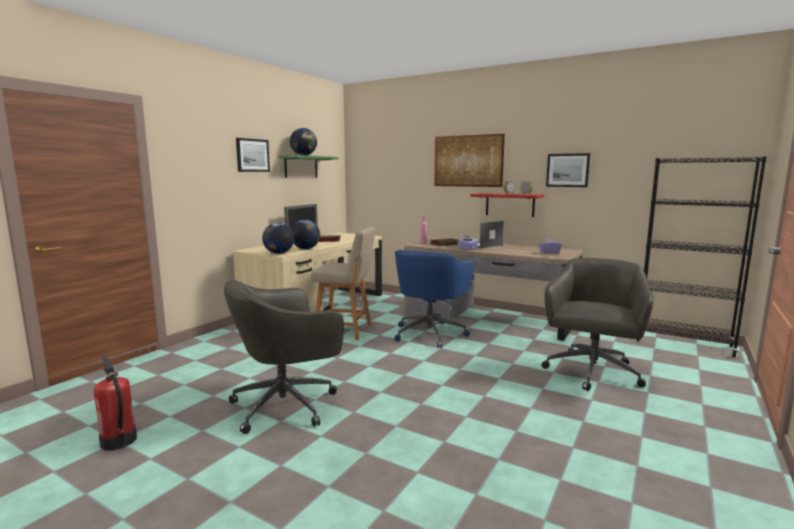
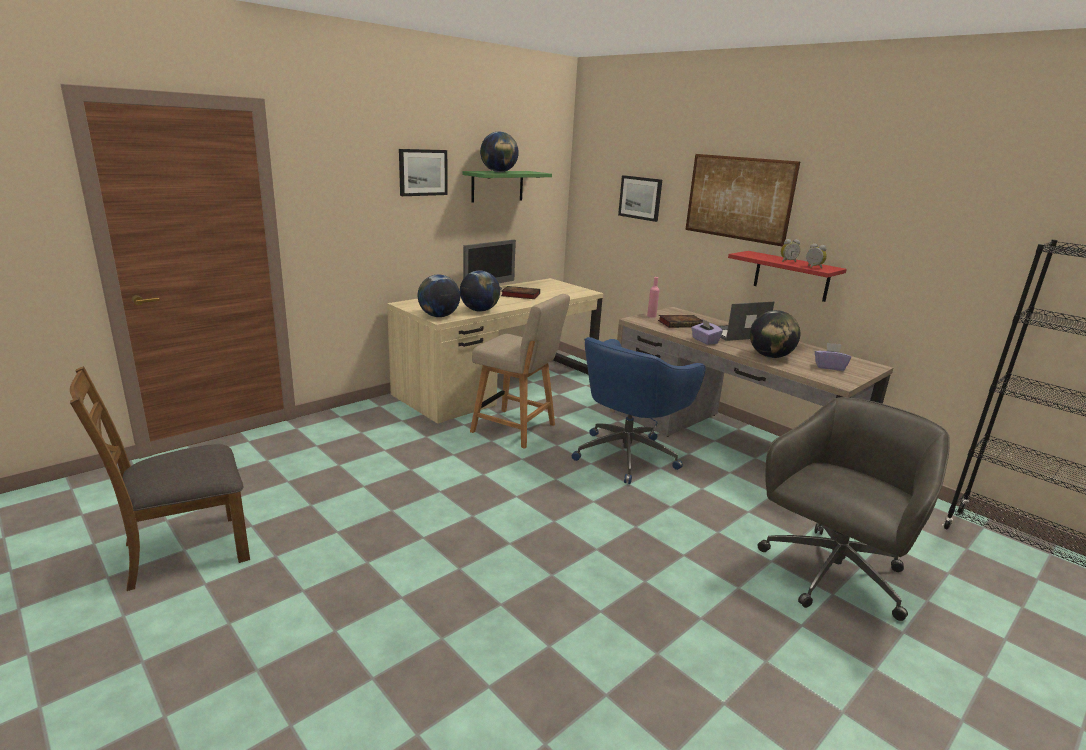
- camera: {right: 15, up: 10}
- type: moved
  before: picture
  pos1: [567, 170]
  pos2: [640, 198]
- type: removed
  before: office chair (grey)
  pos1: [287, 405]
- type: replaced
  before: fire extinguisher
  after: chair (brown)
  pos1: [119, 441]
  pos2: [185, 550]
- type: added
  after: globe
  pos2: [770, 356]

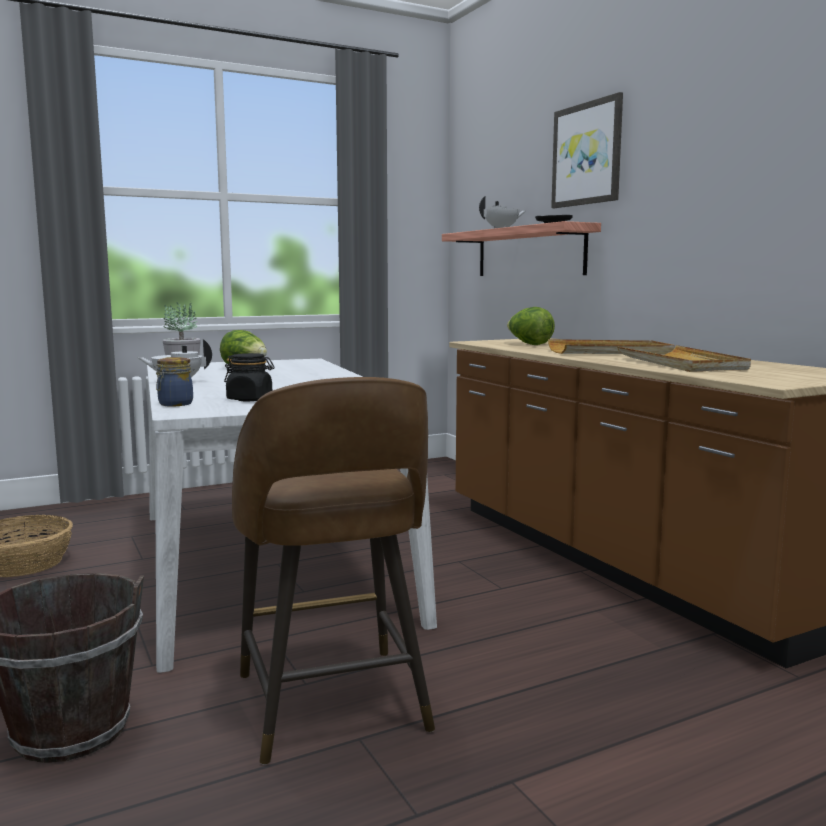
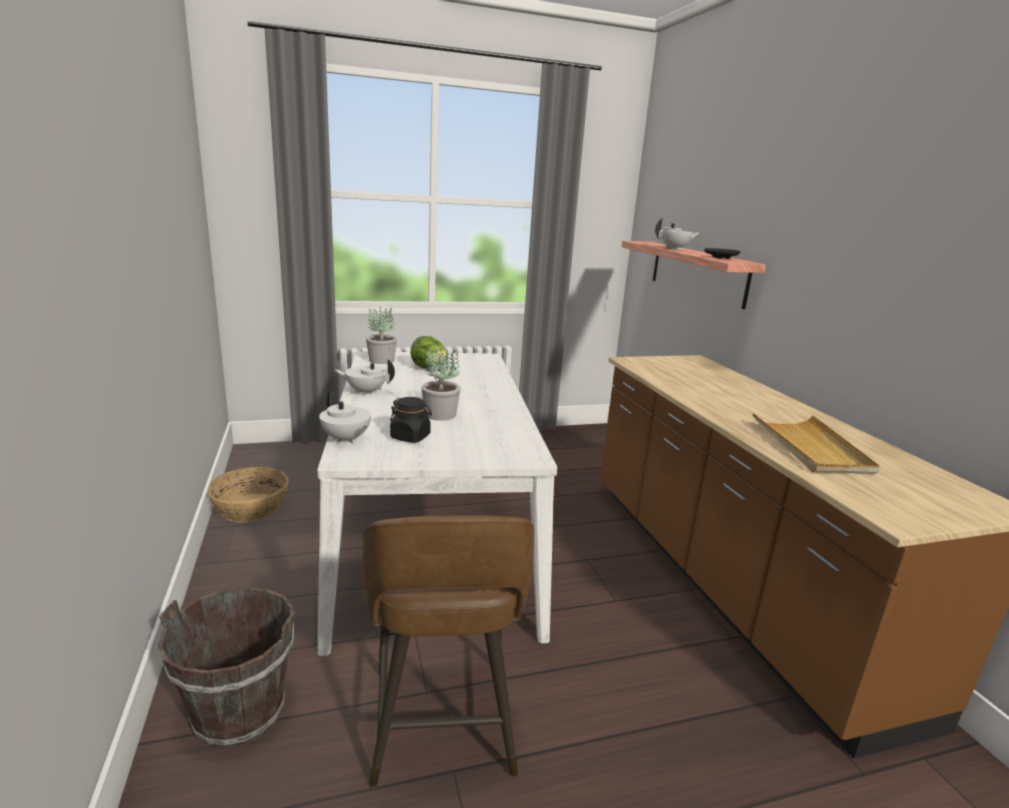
- camera: {right: 10, up: 10}
- type: removed
  before: picture
  pos1: [587, 154]
- type: removed
  before: lettuce
  pos1: [529, 344]
- type: removed
  before: tray (beige)
  pos1: [610, 352]
- type: replaced
  before: jar
  after: teapot (white)
  pos1: [174, 404]
  pos2: [346, 439]
- type: added
  after: potted plant
  pos2: [440, 415]

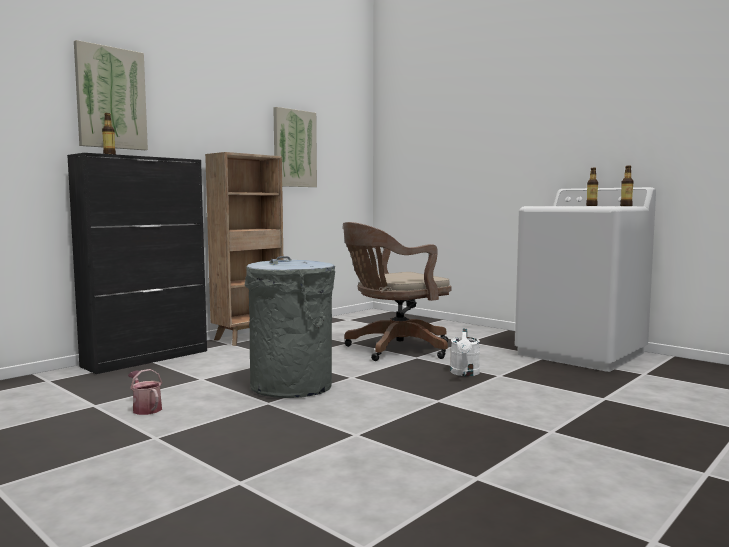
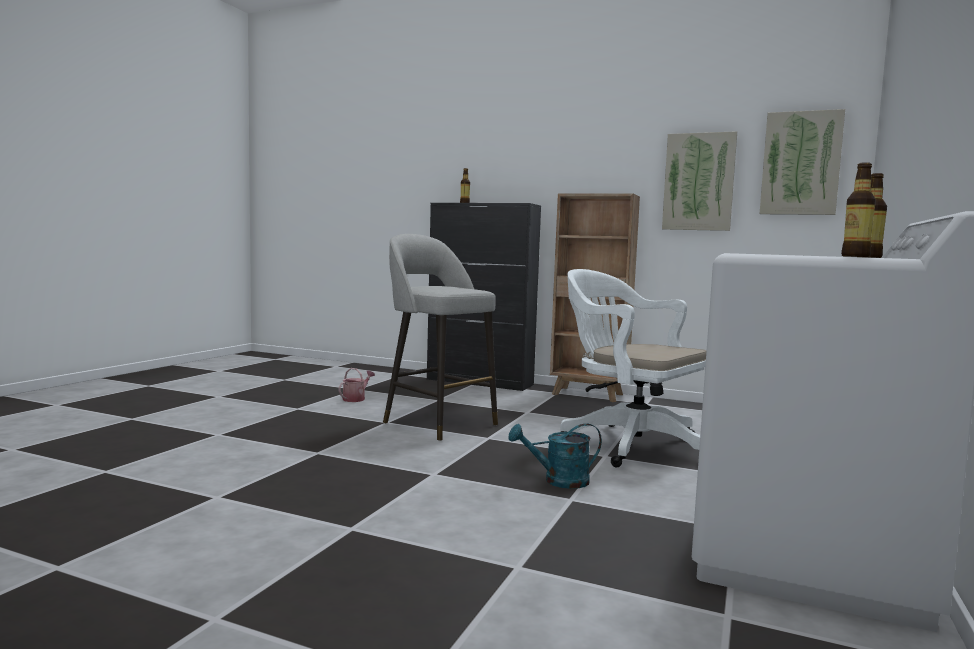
- camera: {right: 70, up: 0}
- type: moved
  before: picture
  pos1: [111, 98]
  pos2: [800, 163]
- type: recoloured
  before: office chair (brown)
  after: office chair (white)
  pos1: [394, 349]
  pos2: [628, 444]
- type: replaced
  before: trash can (grey)
  after: stool (grey)
  pos1: [291, 386]
  pos2: [438, 423]
- type: recoloured
  before: watering can (white)
  after: watering can (turquoise)
  pos1: [465, 373]
  pos2: [558, 481]

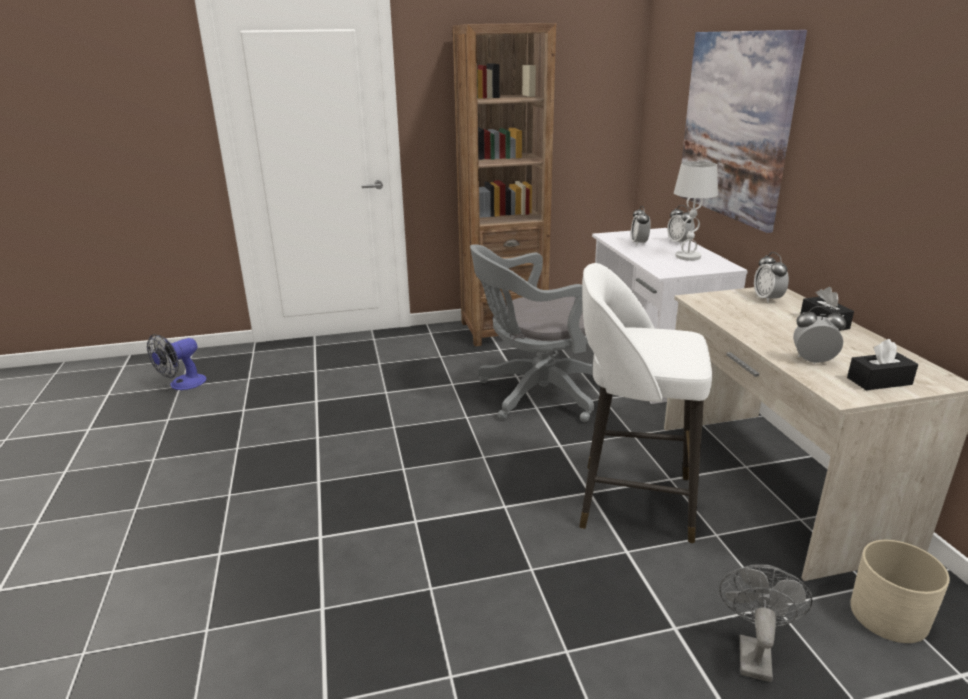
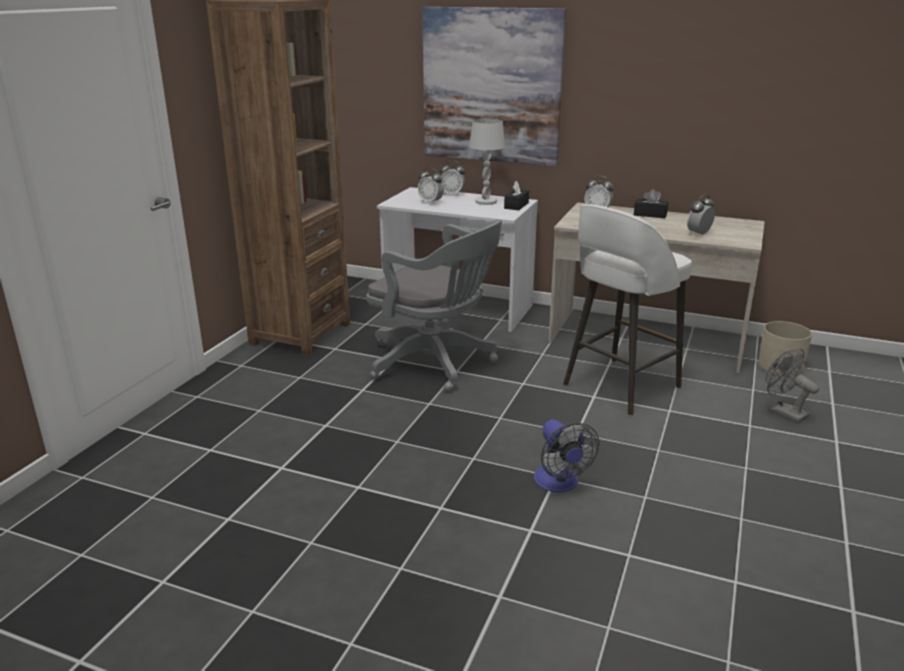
- camera: {right: -55, up: 0}
- type: turned
  before: office chair (grey)
  pos1: [536, 394]
  pos2: [436, 363]
  turn: -75
- type: moved
  before: fan
  pos1: [182, 385]
  pos2: [559, 483]
- type: moved
  before: tissue box (black)
  pos1: [879, 381]
  pos2: [516, 205]

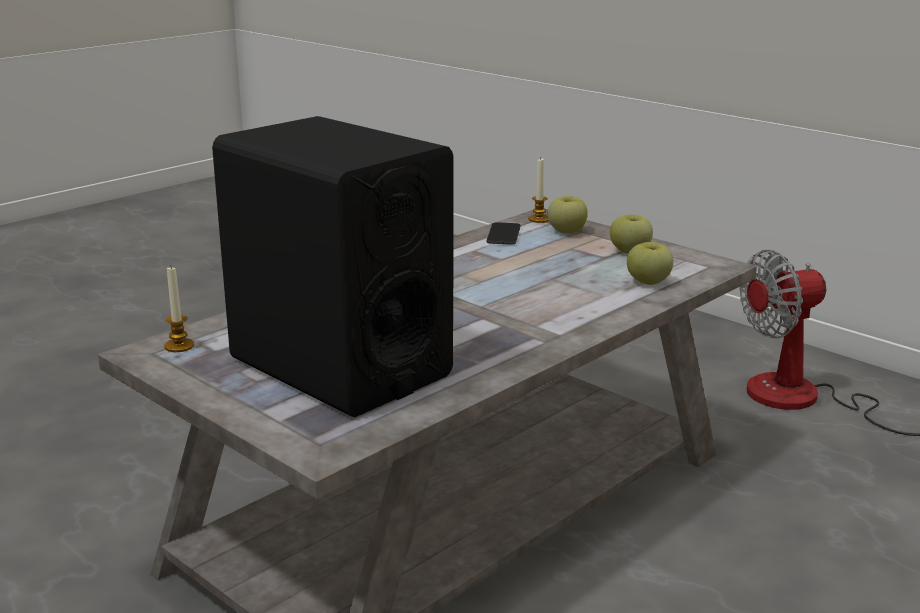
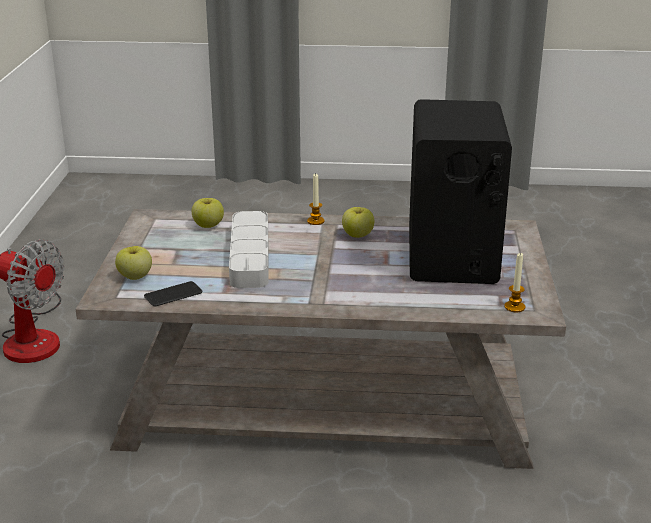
- camera: {right: -130, up: 5}
- type: moved
  before: candle
  pos1: [539, 219]
  pos2: [315, 221]
- type: moved
  before: apple
  pos1: [630, 251]
  pos2: [358, 235]
- type: added
  after: tray (grey)
  pos2: [250, 255]

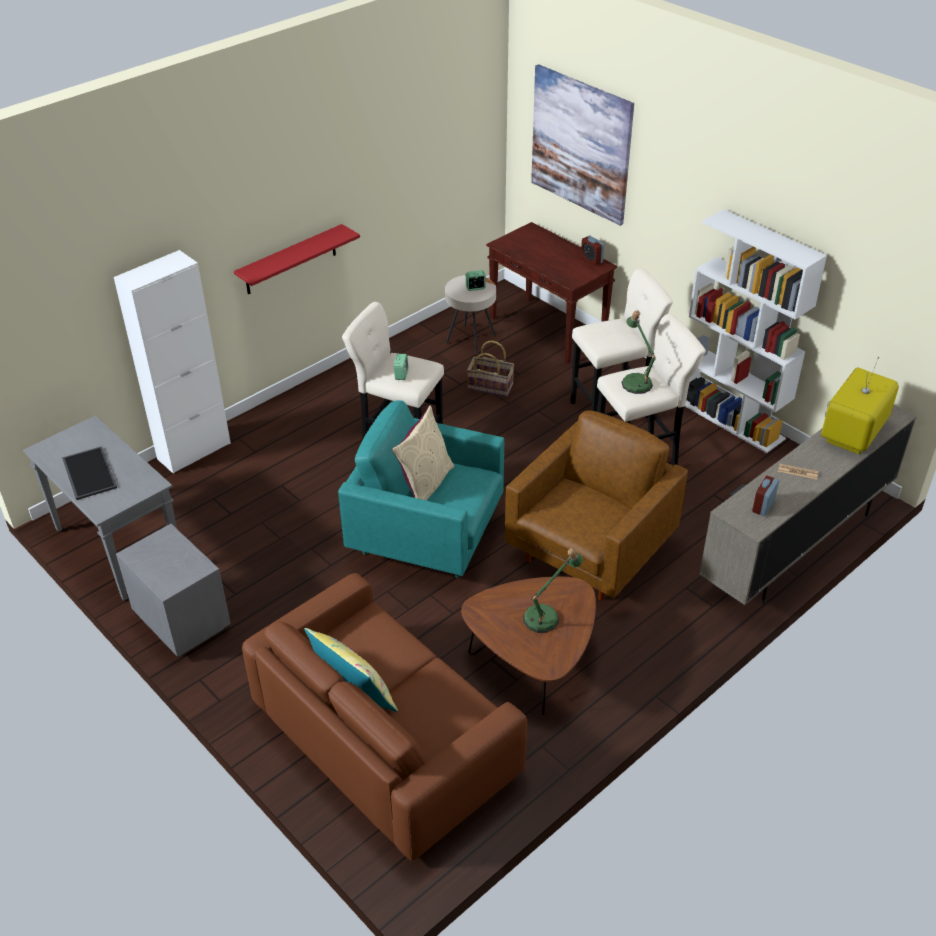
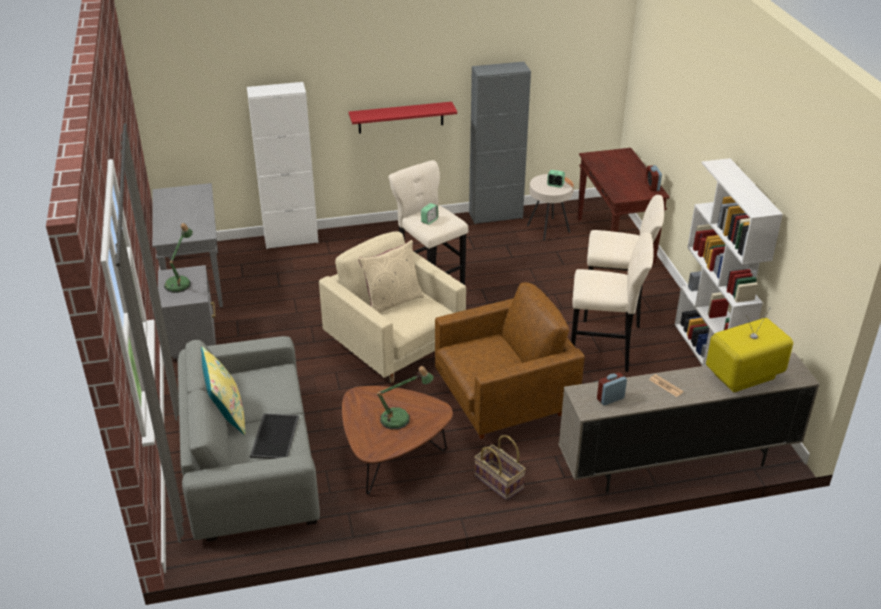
- camera: {right: 30, up: -5}
- type: removed
  before: picture
  pos1: [581, 144]
- type: moved
  before: table lamp
  pos1: [635, 381]
  pos2: [180, 282]
- type: moved
  before: basket
  pos1: [491, 386]
  pos2: [499, 482]
- type: recoloured
  before: armchair (turquoise)
  after: armchair (beige)
  pos1: [428, 536]
  pos2: [395, 348]
- type: moved
  before: tray
  pos1: [88, 473]
  pos2: [274, 436]
- type: recoloured
  before: sofa (brown)
  after: sofa (grey)
  pos1: [385, 738]
  pos2: [250, 461]
- type: added
  after: cabinet (grey)
  pos2: [495, 215]

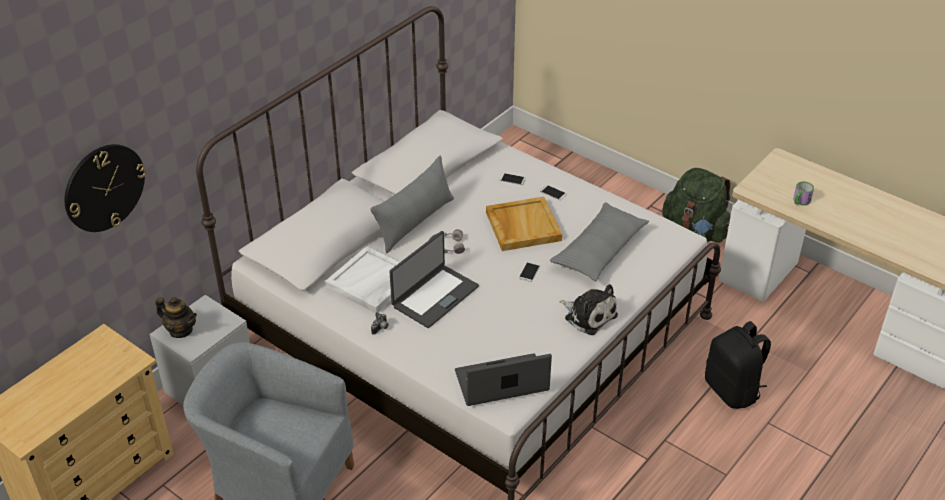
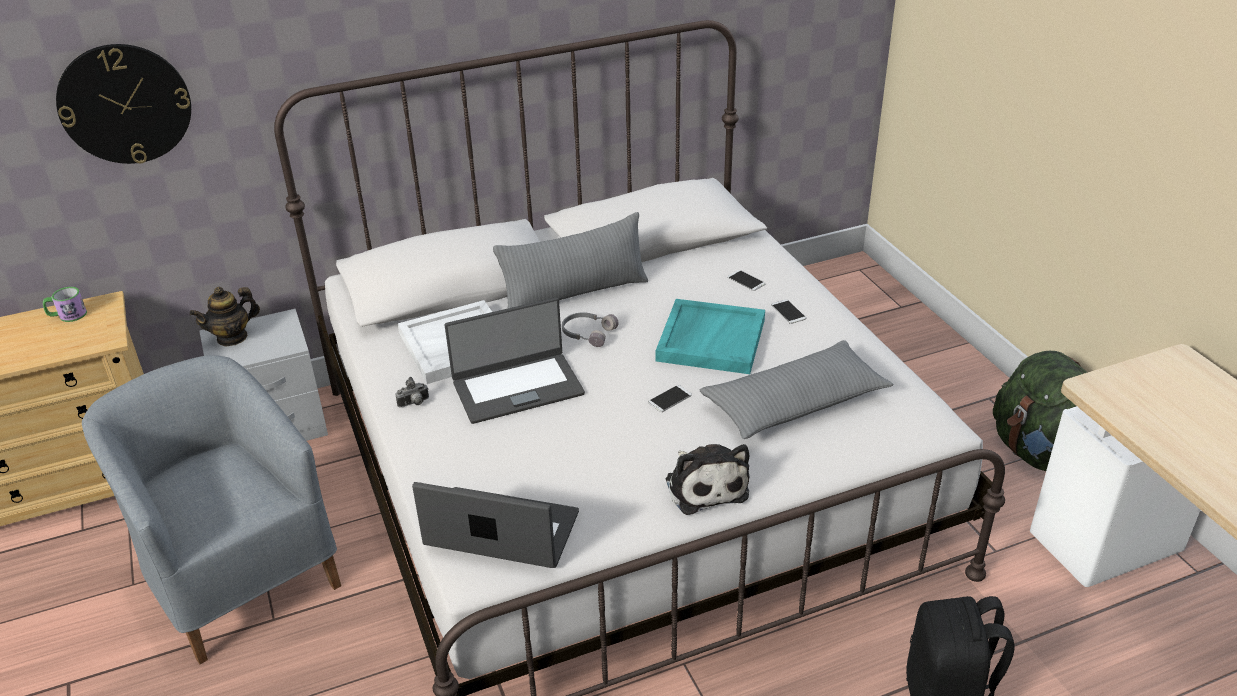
- camera: {right: 30, up: -5}
- type: moved
  before: mug
  pos1: [800, 201]
  pos2: [67, 315]
- type: recoloured
  before: tray (beige)
  after: tray (turquoise)
  pos1: [522, 226]
  pos2: [710, 339]
- type: turned
  before: teapot
  pos1: [180, 330]
  pos2: [232, 337]
  turn: 90

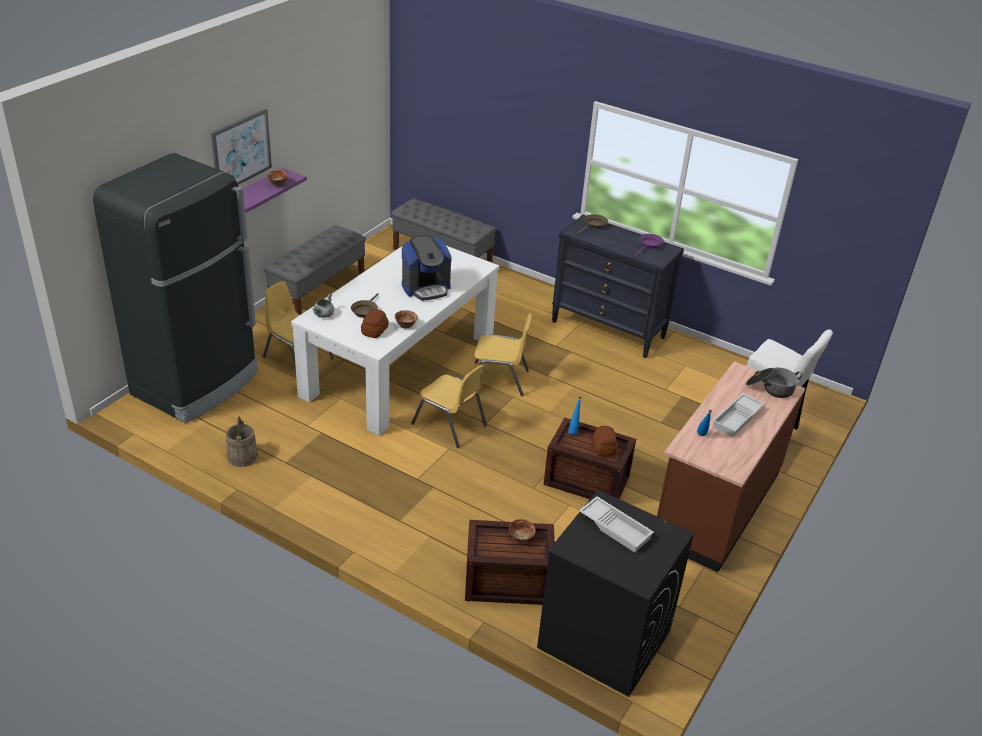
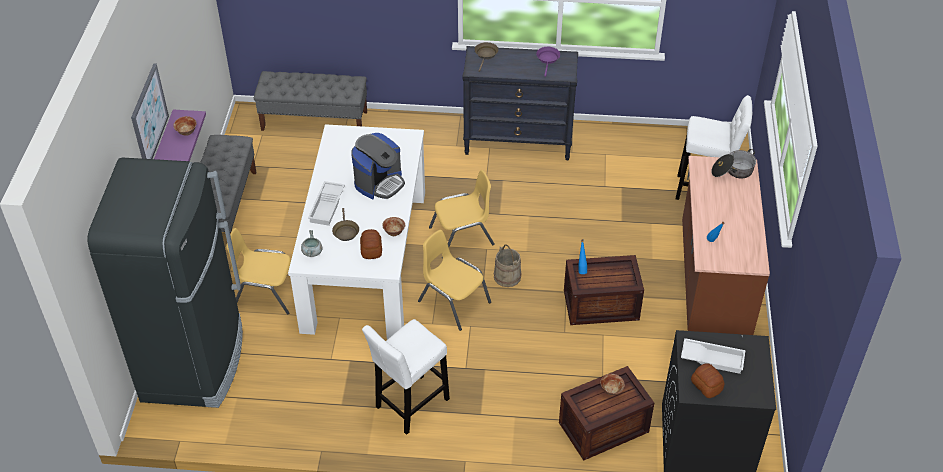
- camera: {right: -25, up: 10}
- type: turned
  before: chair (yellow)
  pos1: [449, 425]
  pos2: [453, 302]
  turn: -150
- type: moved
  before: tray (white)
  pos1: [737, 419]
  pos2: [327, 206]
- type: moved
  before: bucket (beige)
  pos1: [243, 456]
  pos2: [507, 276]
- type: moved
  before: bread
  pos1: [604, 447]
  pos2: [706, 385]
- type: added
  after: stool (white)
  pos2: [409, 406]

